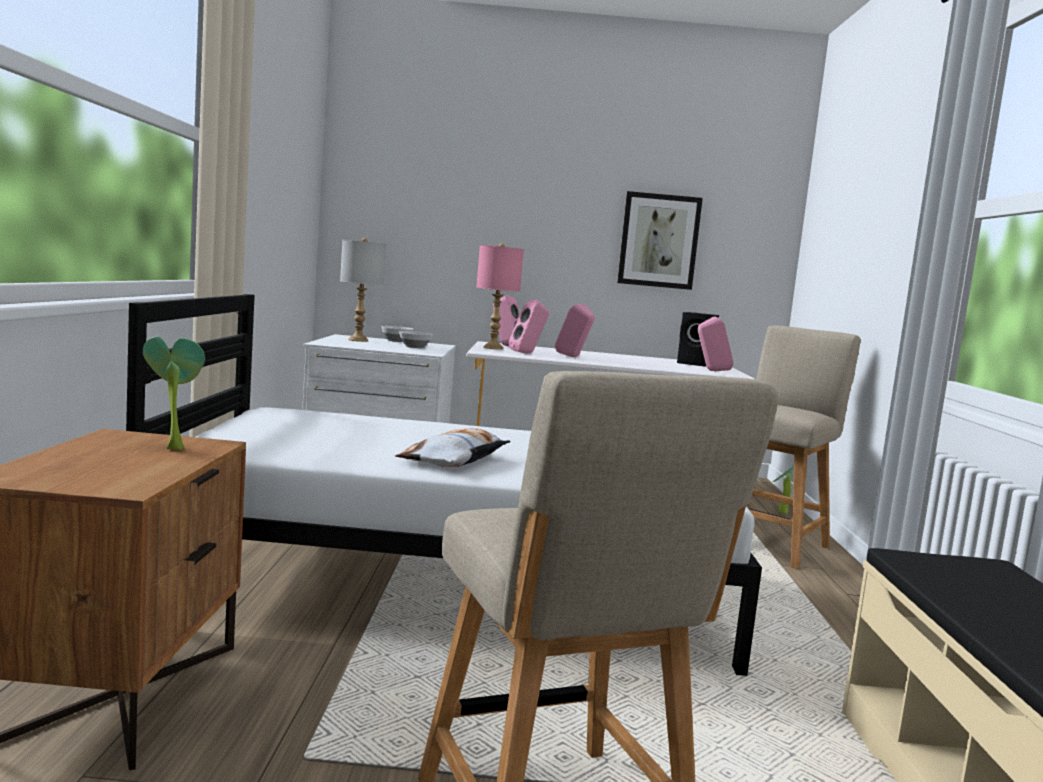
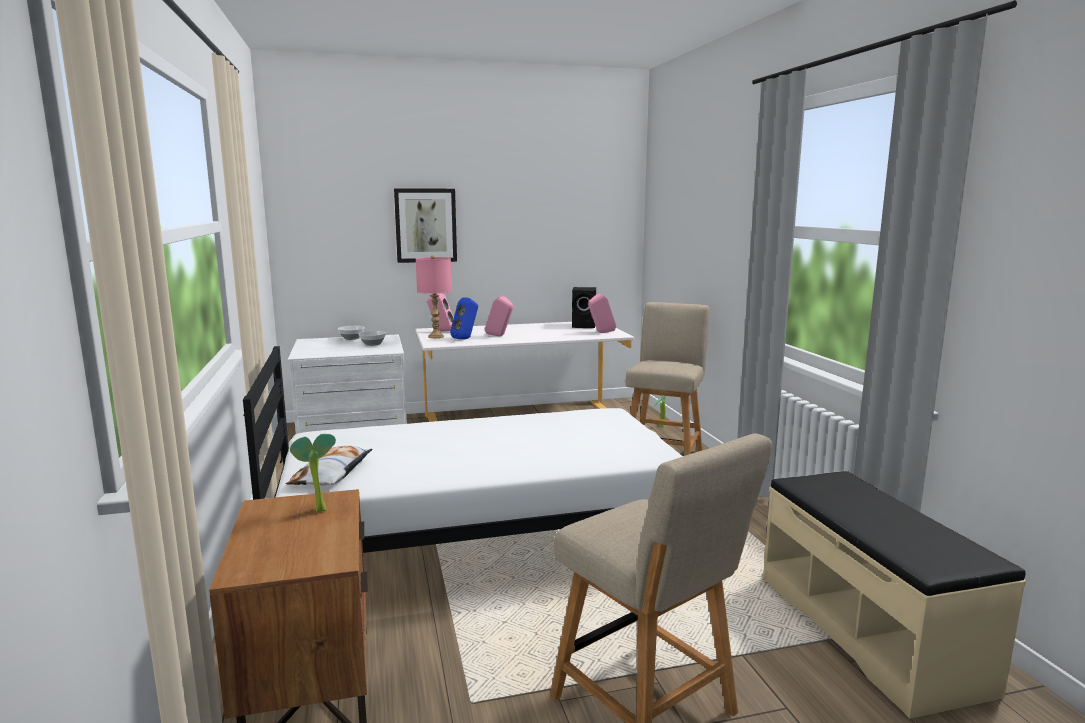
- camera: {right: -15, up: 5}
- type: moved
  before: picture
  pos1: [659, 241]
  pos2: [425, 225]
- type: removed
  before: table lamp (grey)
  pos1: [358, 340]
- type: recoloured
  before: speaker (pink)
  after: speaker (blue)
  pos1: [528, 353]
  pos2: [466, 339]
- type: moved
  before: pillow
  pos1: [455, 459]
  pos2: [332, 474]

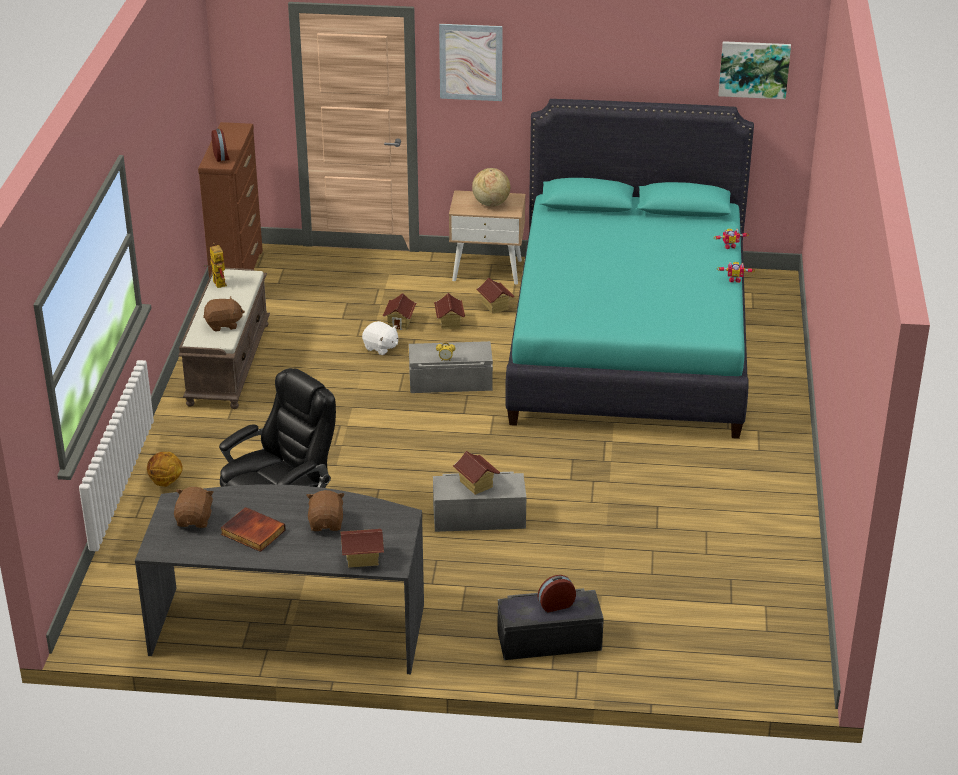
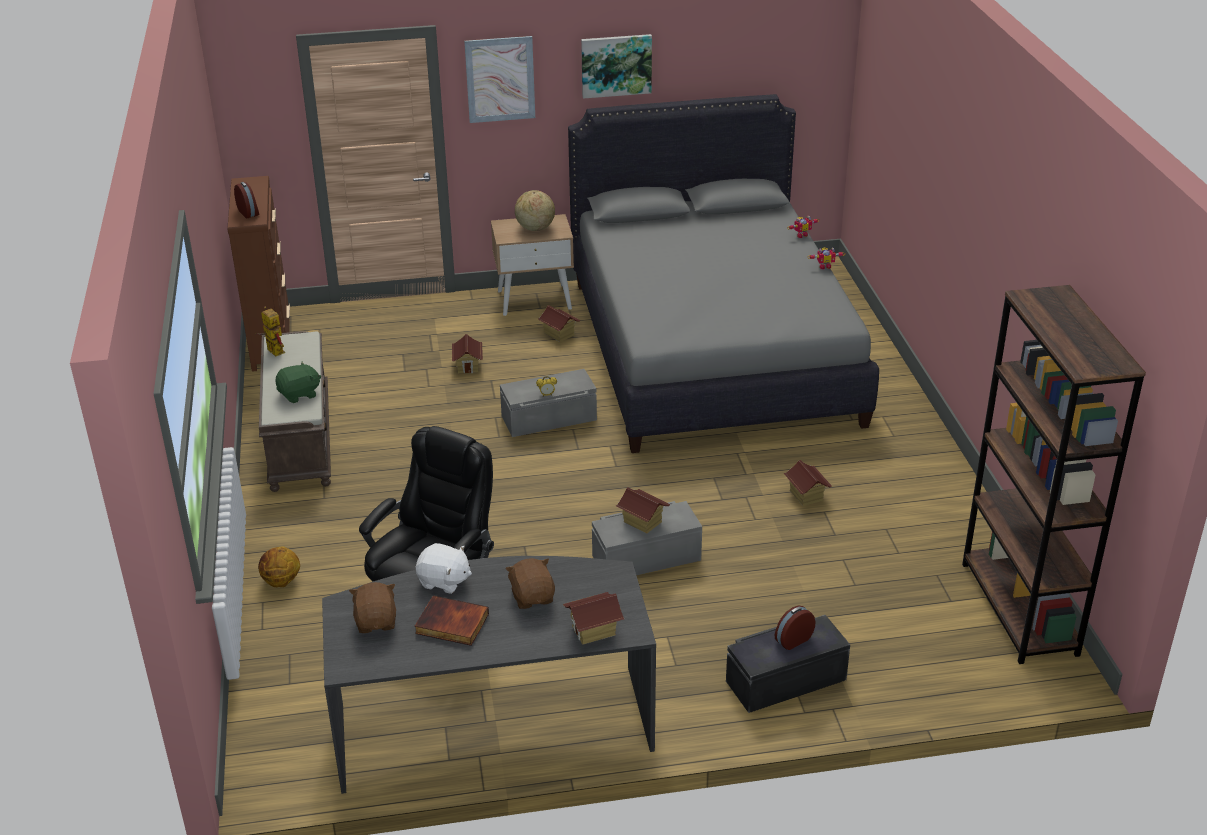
- camera: {right: -15, up: 0}
- type: moved
  before: picture
  pos1: [754, 69]
  pos2: [616, 65]
- type: recoloured
  before: bed (turquoise)
  after: bed (grey)
  pos1: [628, 343]
  pos2: [711, 350]
- type: moved
  before: toy house
  pos1: [449, 323]
  pos2: [806, 495]
- type: recoloured
  before: plush toy (brown)
  after: plush toy (green)
  pos1: [223, 324]
  pos2: [299, 394]
- type: moved
  before: plush toy (white)
  pos1: [381, 348]
  pos2: [444, 581]
- type: added
  after: bookcase (brown)
  pos2: [1019, 609]

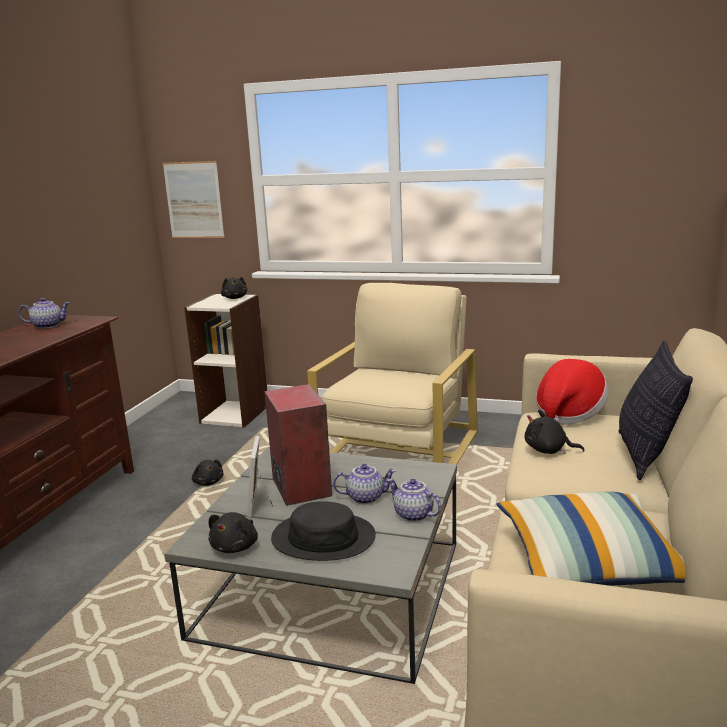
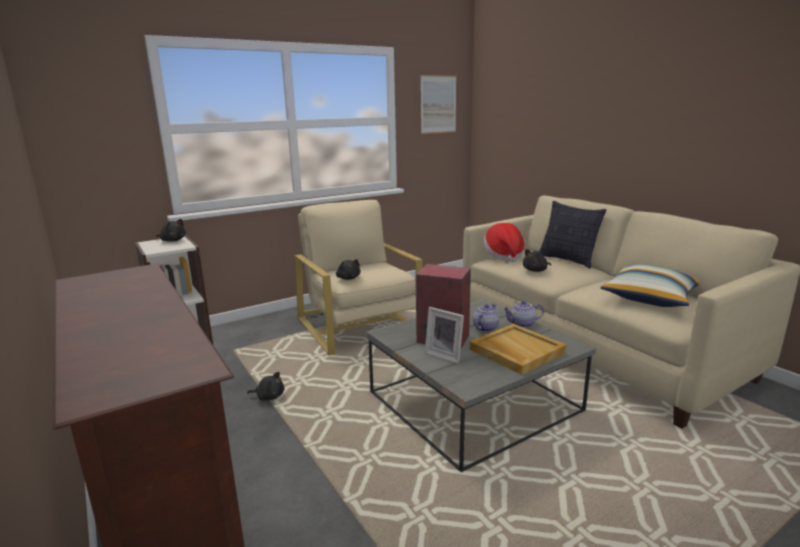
- camera: {right: -50, up: 0}
- type: moved
  before: picture
  pos1: [194, 200]
  pos2: [438, 104]
- type: removed
  before: teapot
  pos1: [48, 325]
- type: replaced
  before: hat (black)
  after: tray (beige)
  pos1: [323, 538]
  pos2: [516, 351]
- type: moved
  before: plush toy (black)
  pos1: [236, 546]
  pos2: [348, 278]

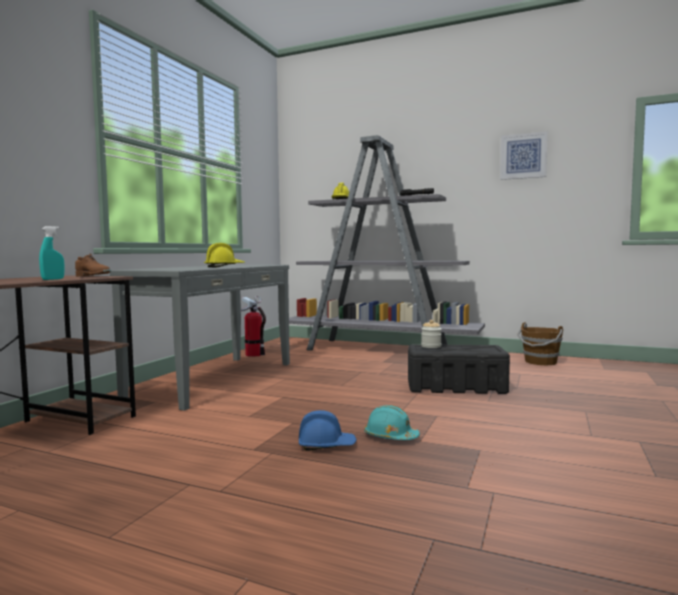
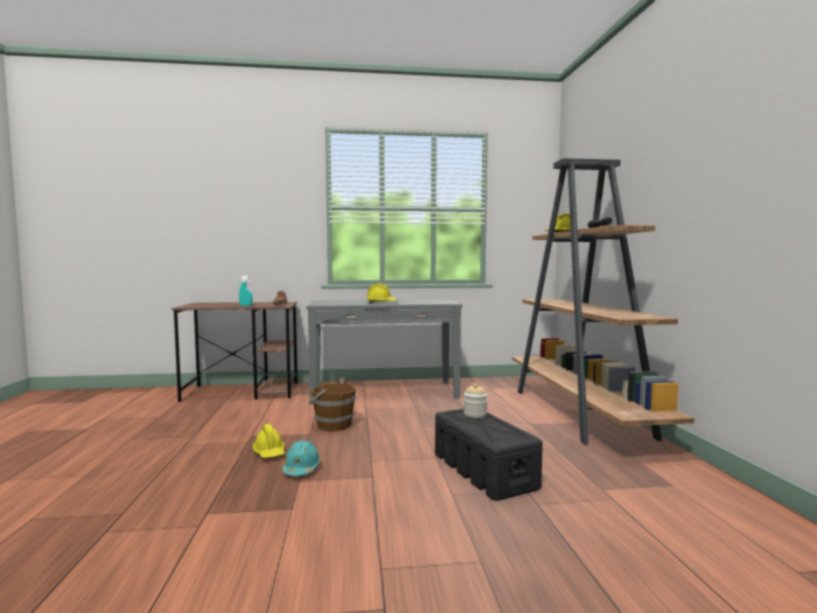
- camera: {right: 60, up: 0}
- type: removed
  before: picture
  pos1: [523, 156]
- type: recoloured
  before: bookcase (grey)
  after: bookcase (brown)
  pos1: [380, 349]
  pos2: [580, 414]
- type: removed
  before: fire extinguisher
  pos1: [254, 354]
- type: moved
  before: bucket (brown)
  pos1: [540, 362]
  pos2: [332, 425]
- type: recoloured
  before: hard hat (blue)
  after: hard hat (yellow)
  pos1: [326, 445]
  pos2: [269, 453]

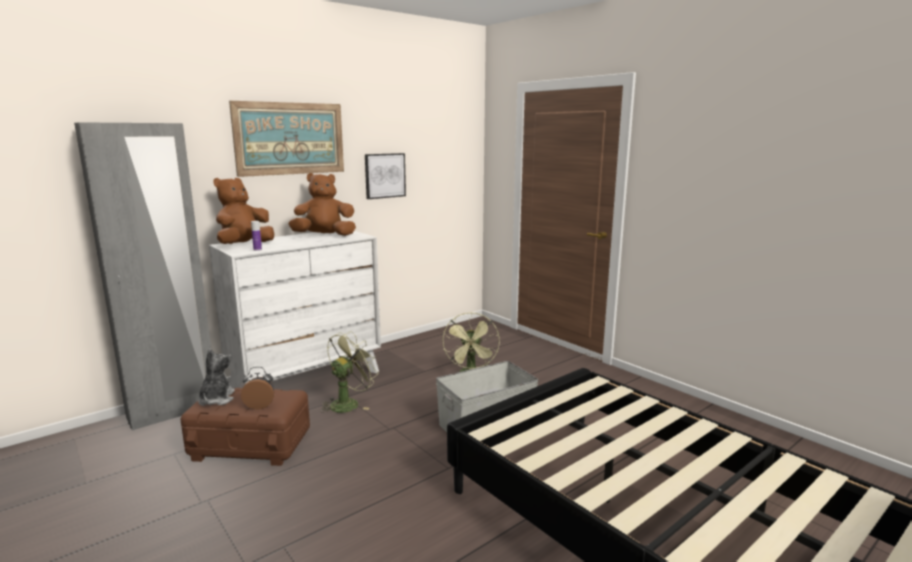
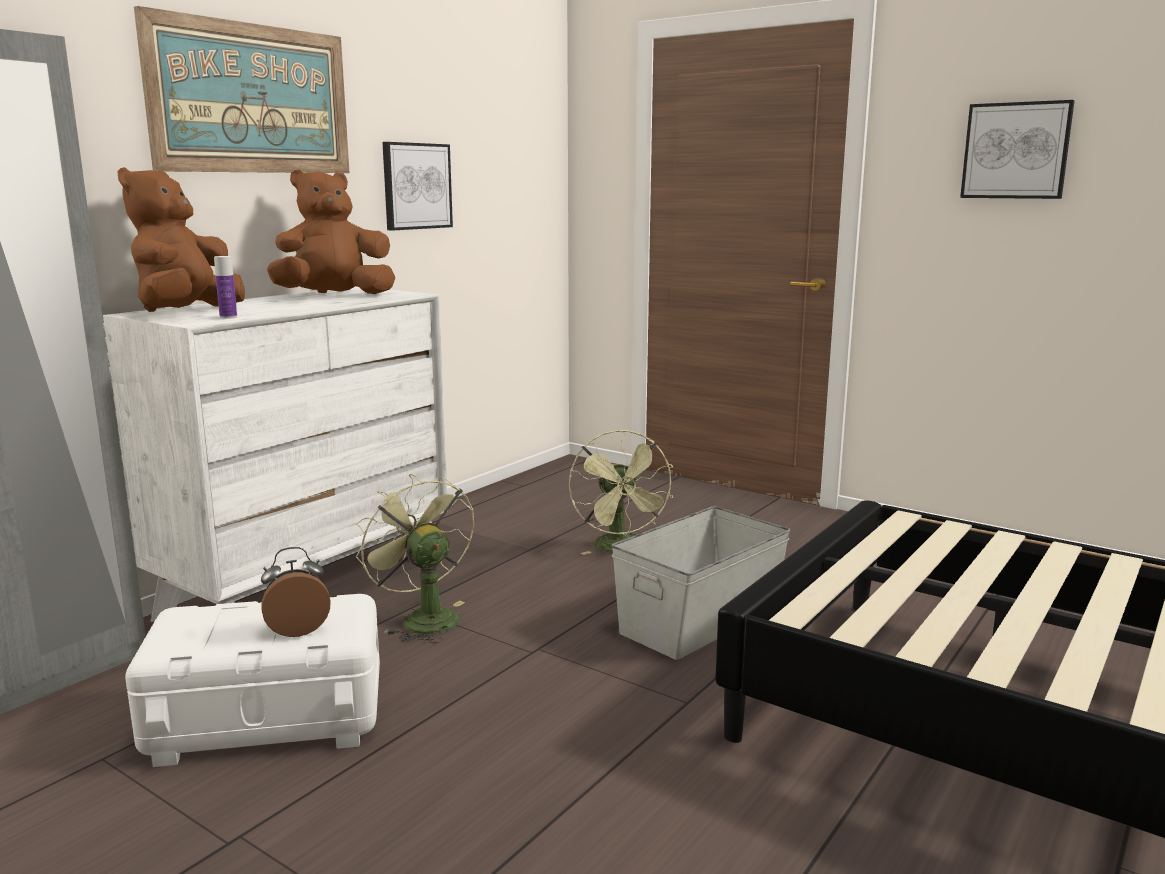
- camera: {right: -15, up: 0}
- type: turned
  before: fan (green)
  pos1: [348, 403]
  pos2: [422, 618]
  turn: -60
- type: removed
  before: plush toy
  pos1: [216, 399]
- type: recoloured
  before: storage box (brown)
  after: storage box (white)
  pos1: [250, 445]
  pos2: [267, 718]
- type: added
  after: picture
  pos2: [1016, 151]

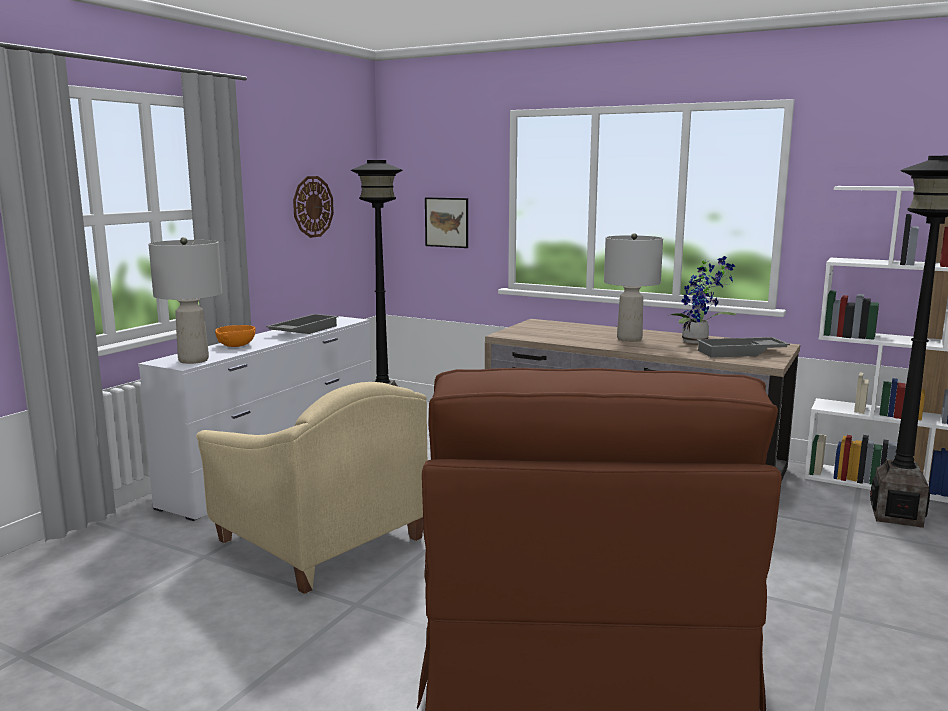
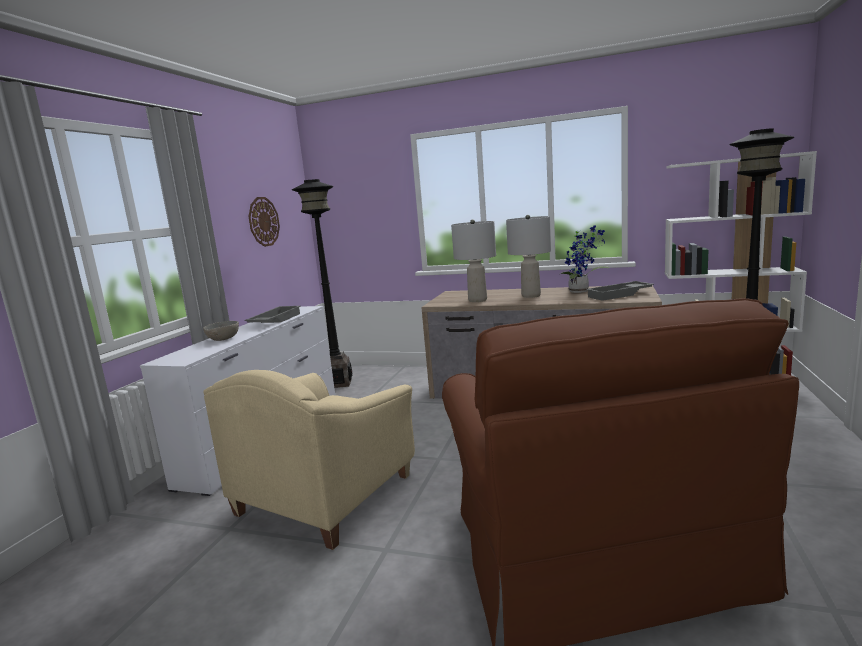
- camera: {right: -10, up: 0}
- type: removed
  before: picture
  pos1: [446, 222]
- type: moved
  before: table lamp (grey)
  pos1: [193, 360]
  pos2: [477, 300]
- type: recoloured
  before: bowl (orange)
  after: bowl (grey)
  pos1: [236, 345]
  pos2: [223, 339]
- type: turned
  before: armchair (beige)
  pos1: [317, 541]
  pos2: [327, 495]
  turn: 90

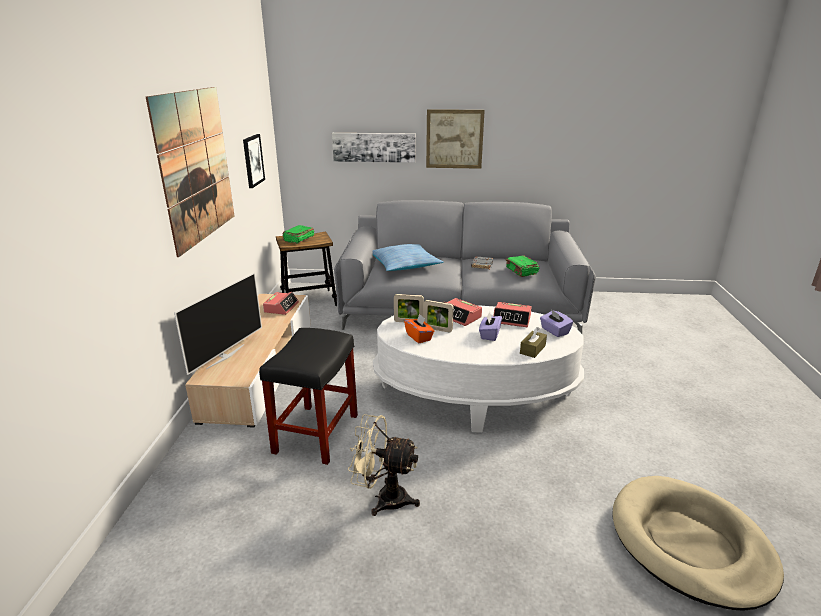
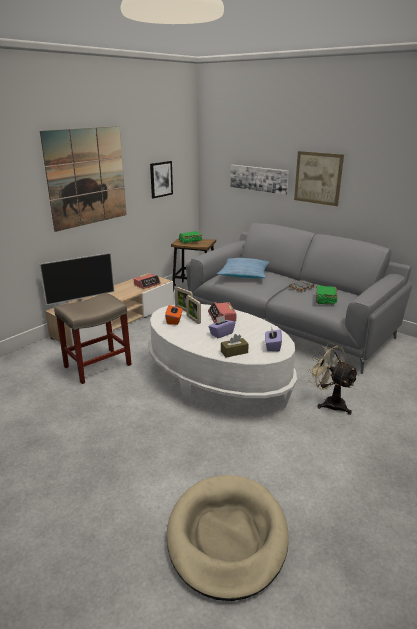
- camera: {right: 35, up: 0}
- type: removed
  before: alarm clock
  pos1: [512, 319]
- type: recoloured
  before: stool (black)
  after: stool (beige)
  pos1: [316, 434]
  pos2: [97, 366]
- type: moved
  before: fan (beige)
  pos1: [384, 498]
  pos2: [329, 402]

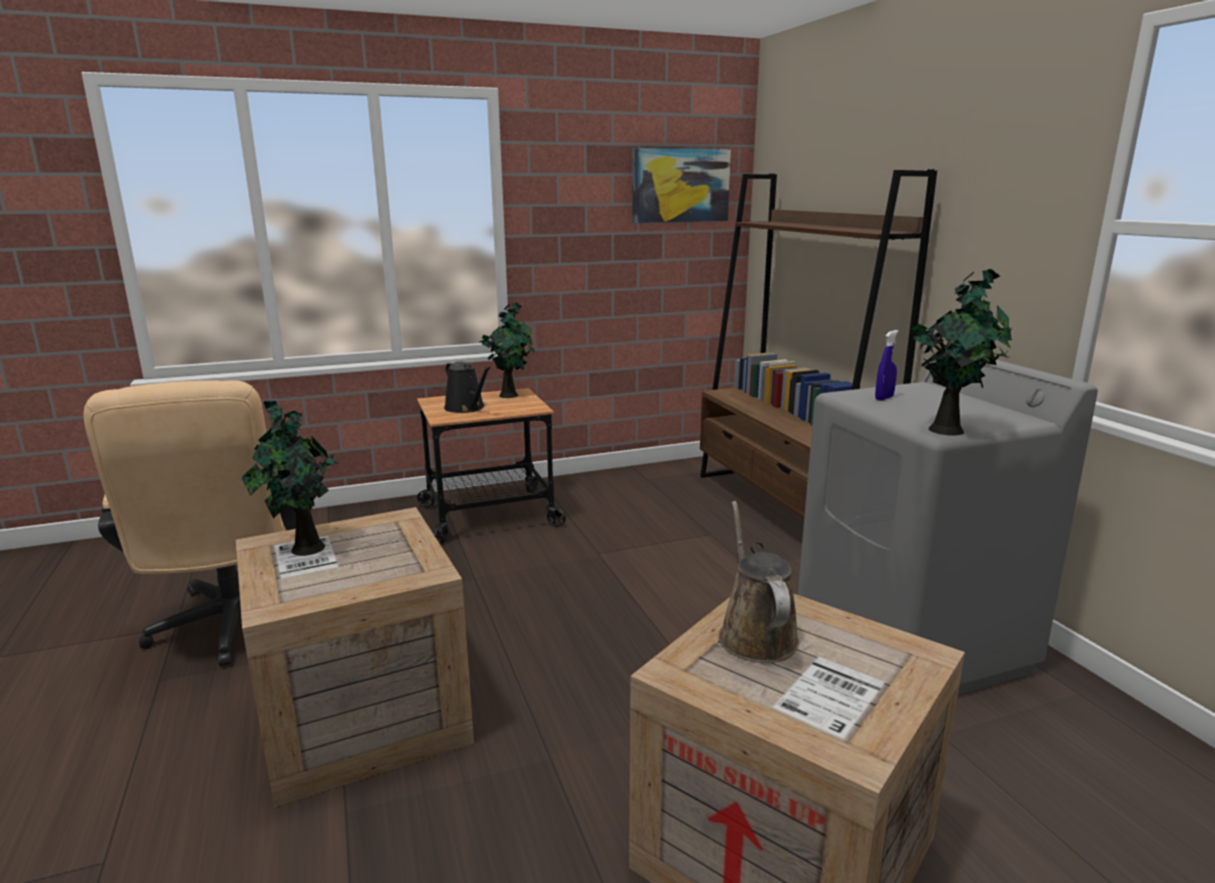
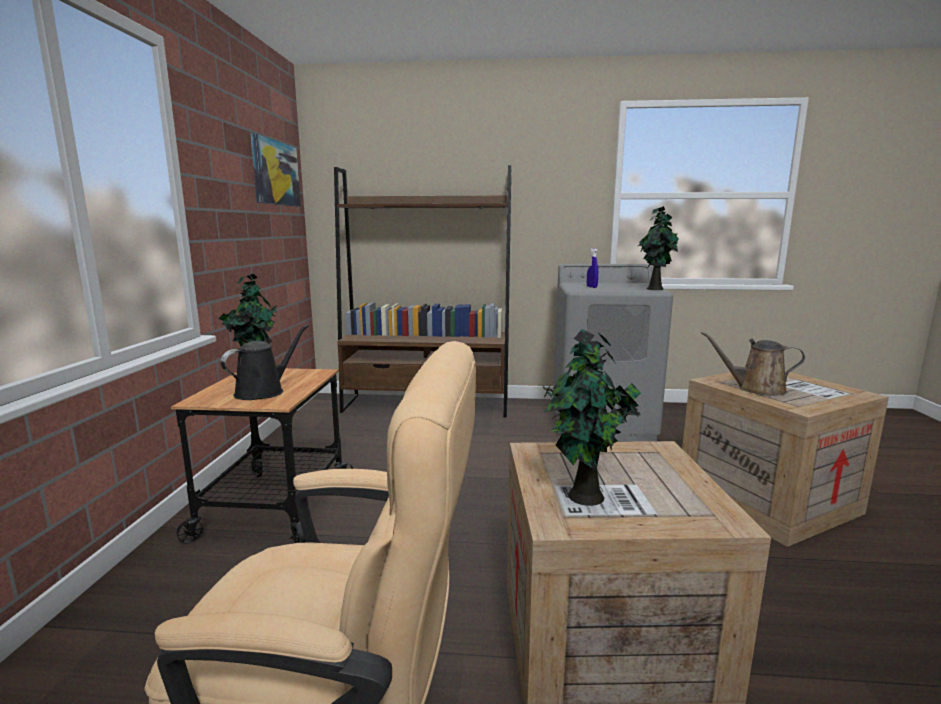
- camera: {right: -65, up: -5}
- type: turned
  before: watering can (black)
  pos1: [466, 408]
  pos2: [263, 391]
  turn: -45

